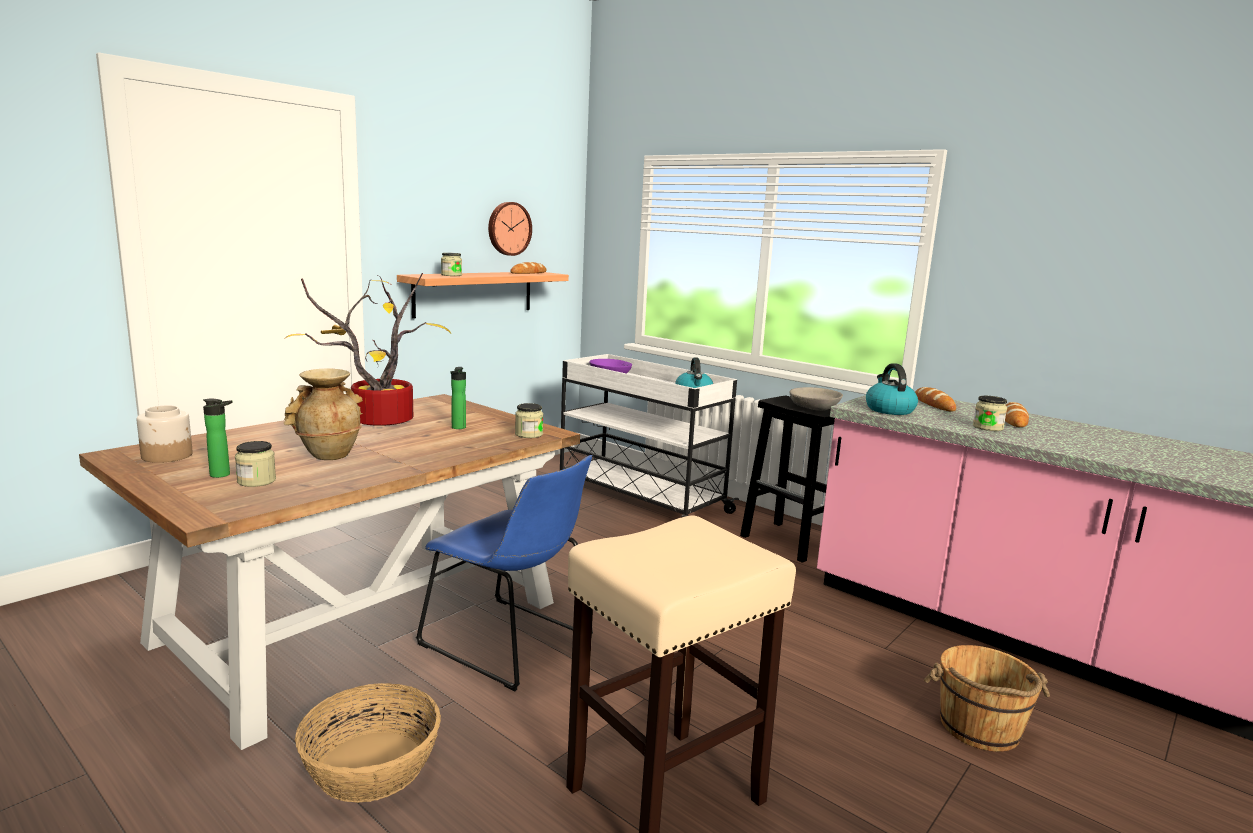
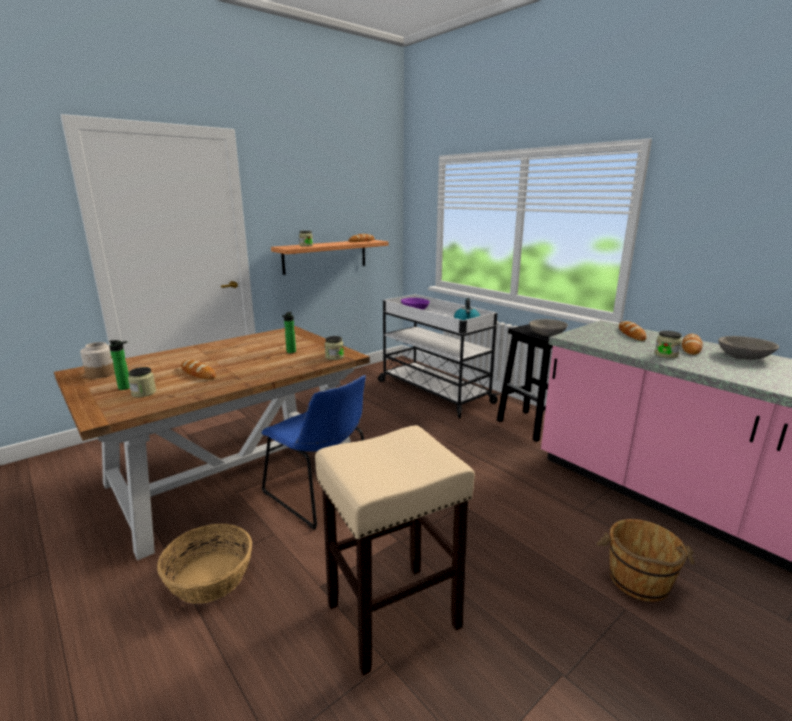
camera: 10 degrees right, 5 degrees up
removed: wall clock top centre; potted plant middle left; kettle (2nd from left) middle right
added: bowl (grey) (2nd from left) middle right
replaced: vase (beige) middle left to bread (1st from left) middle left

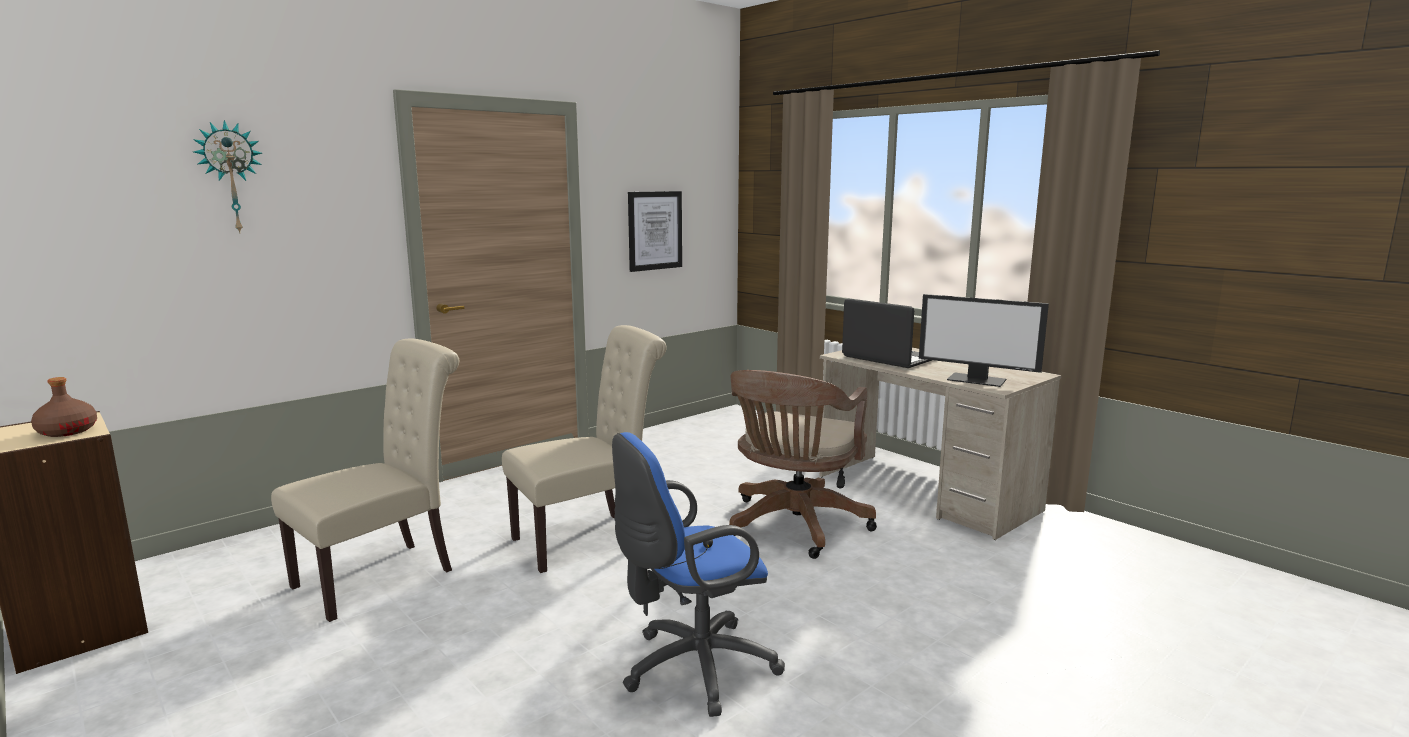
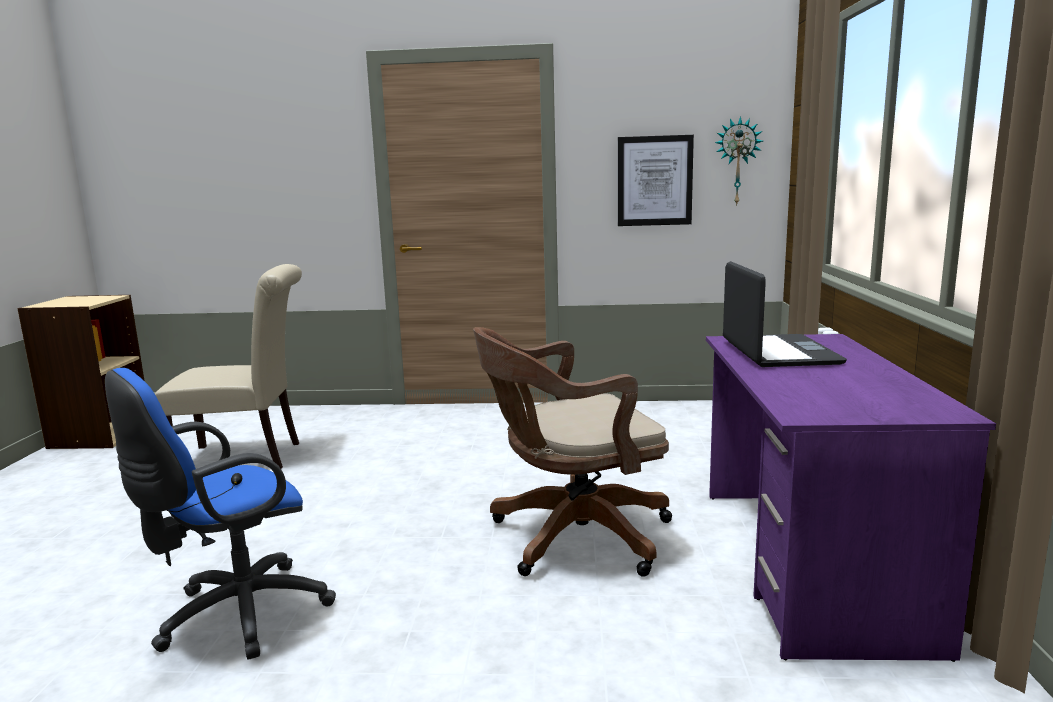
camera: 45 degrees right, 0 degrees up
removed: monitor middle right; chair (beige) (2nd from left) centre; bottle (brown) middle left
moved: wall clock top left to top right
recoloured: desk (beige) middle right to desk (purple) bottom right
turned: office chair (blue) bottom centre = bottom left 60 degrees counterclockwise

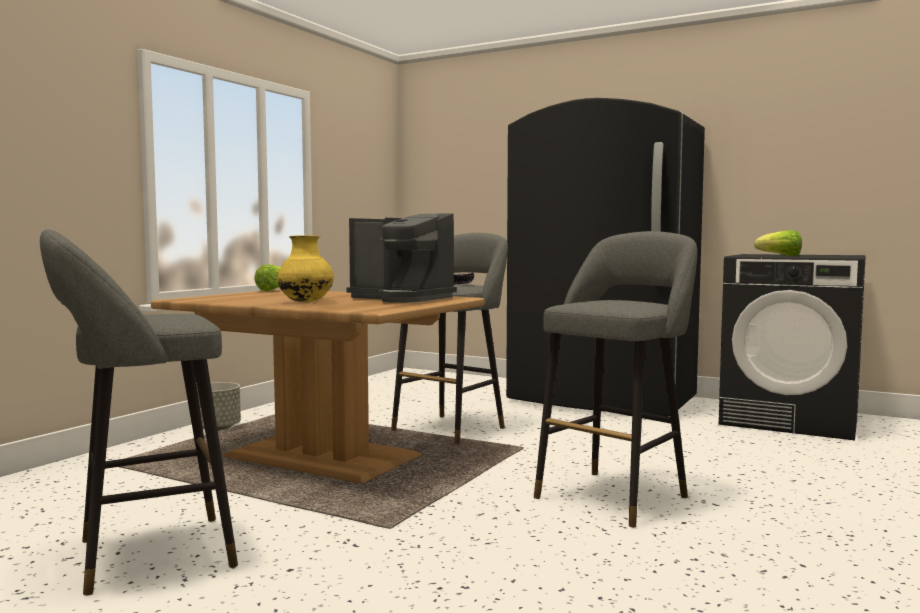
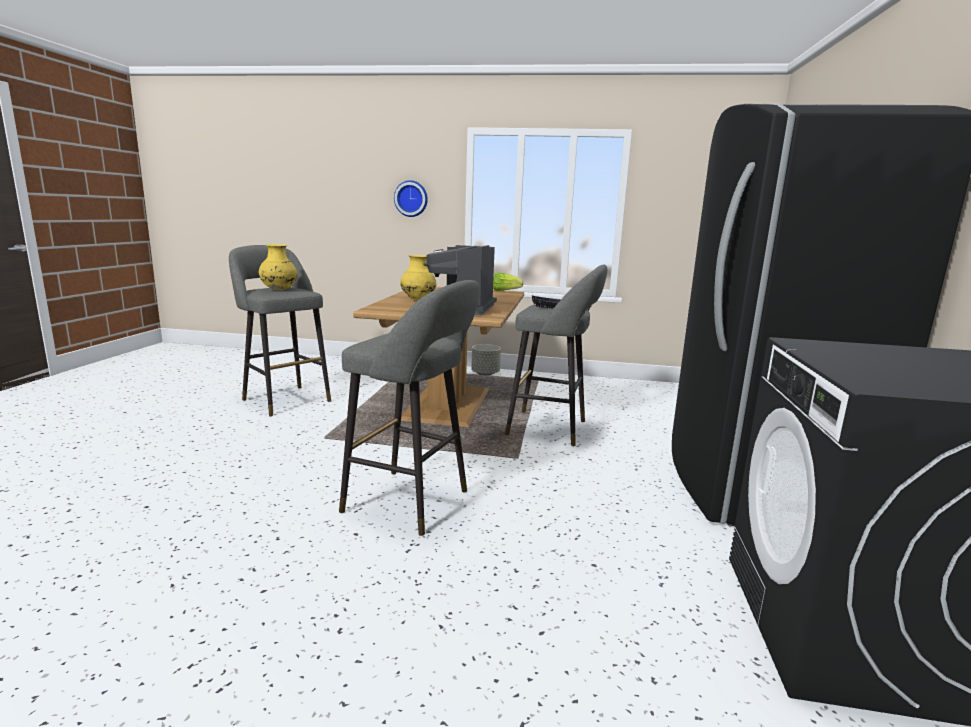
camera: 70 degrees right, 10 degrees up
removed: lettuce (2nd from left) middle right
added: wall clock top centre; vase (yellow) (1st from left) middle left

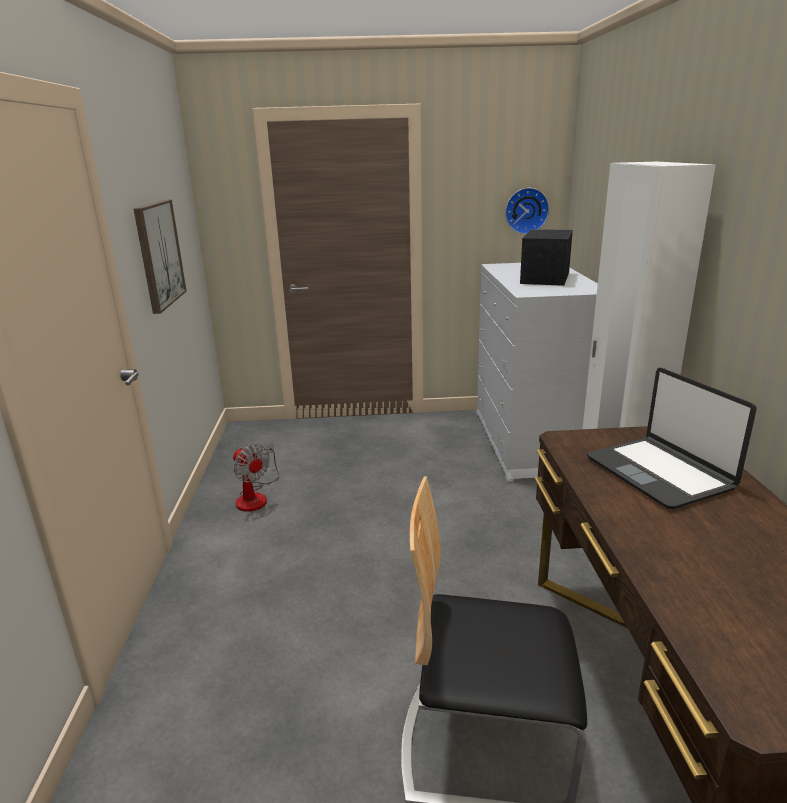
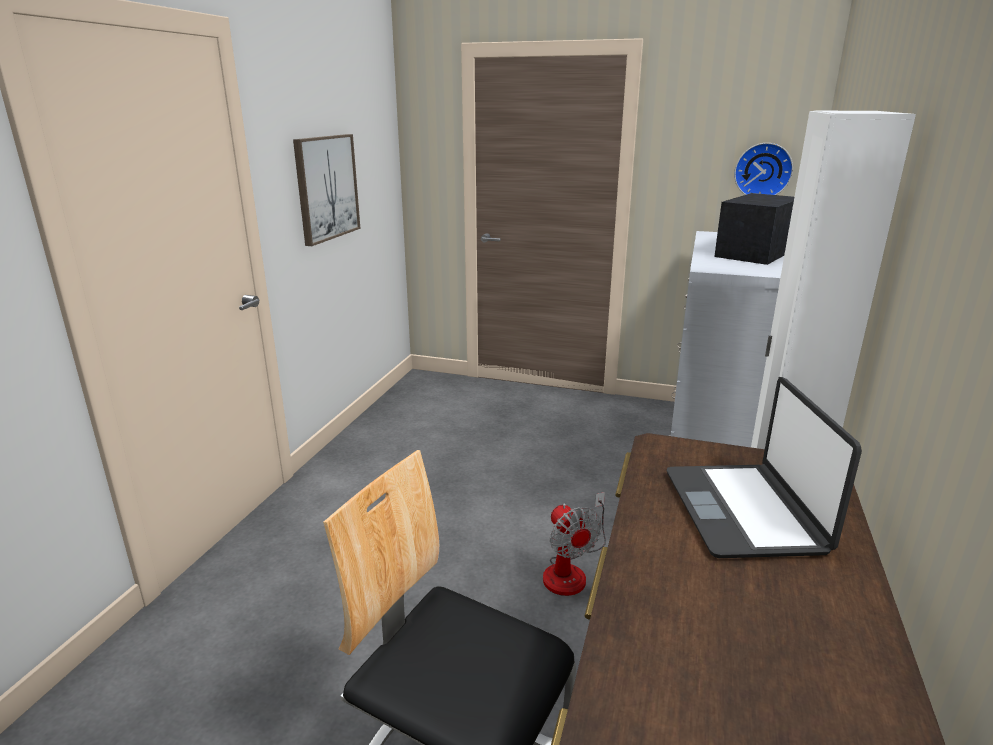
camera: 20 degrees right, 0 degrees up
moved: fan middle left to bottom centre

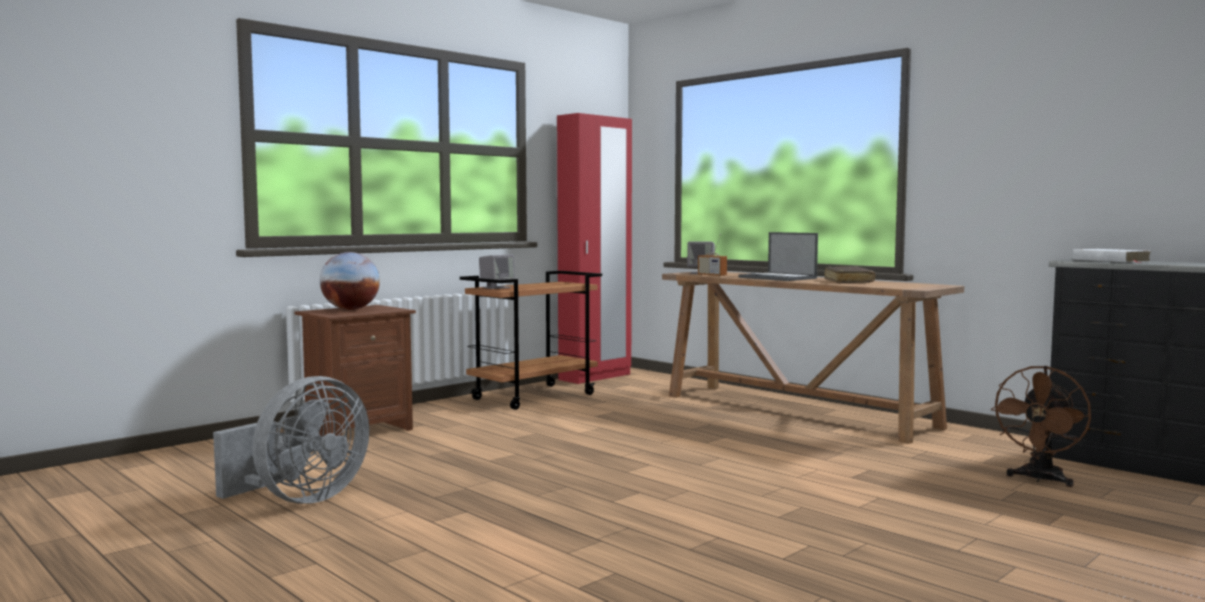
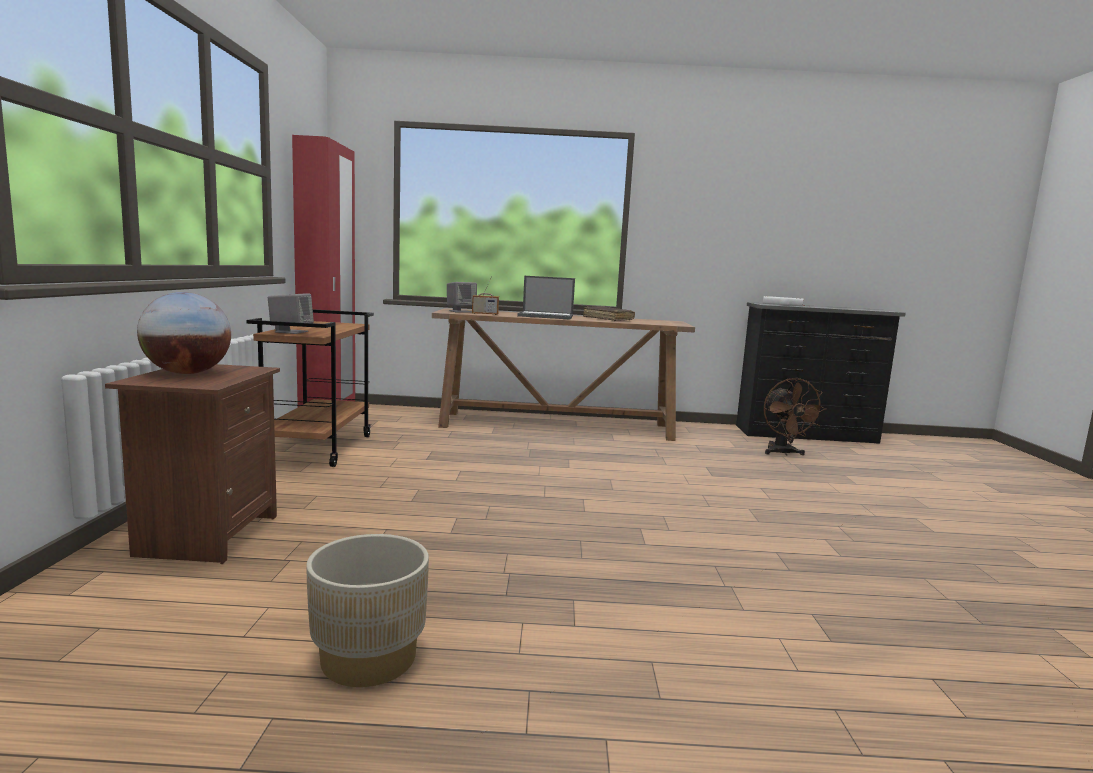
camera: 45 degrees left, 5 degrees up
replaced: fan (grey) bottom left to planter (beige) bottom centre

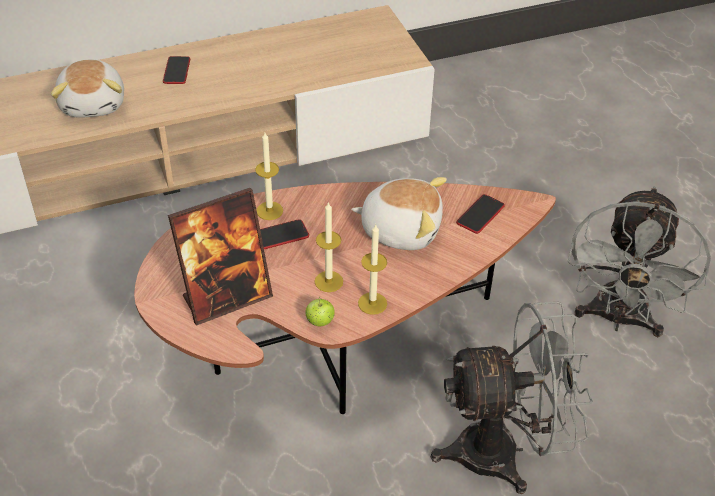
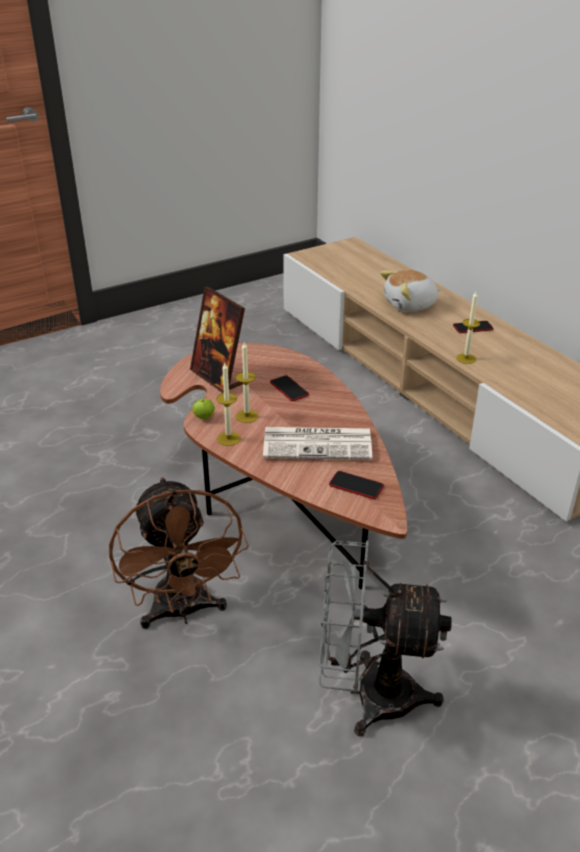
camera: 80 degrees right, 10 degrees down
moved: candle (1st from left in the first image) centre to candle (3rd from left) middle right
replaced: plush toy (2nd from left) centre to newspaper centre
recoloured: fan (grey) (1st from left) bottom right to fan (brown) middle left

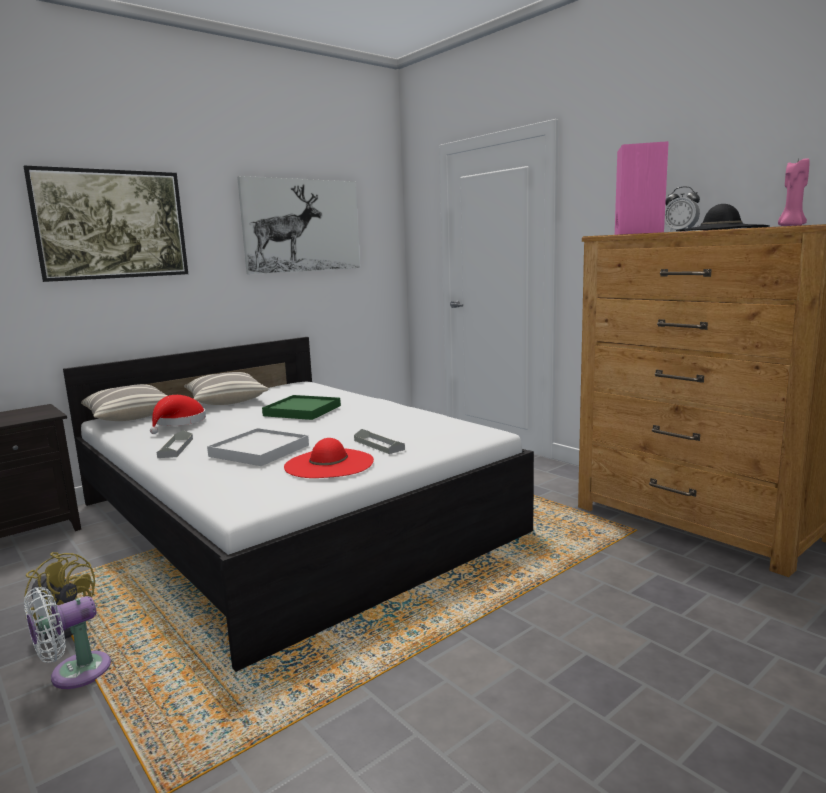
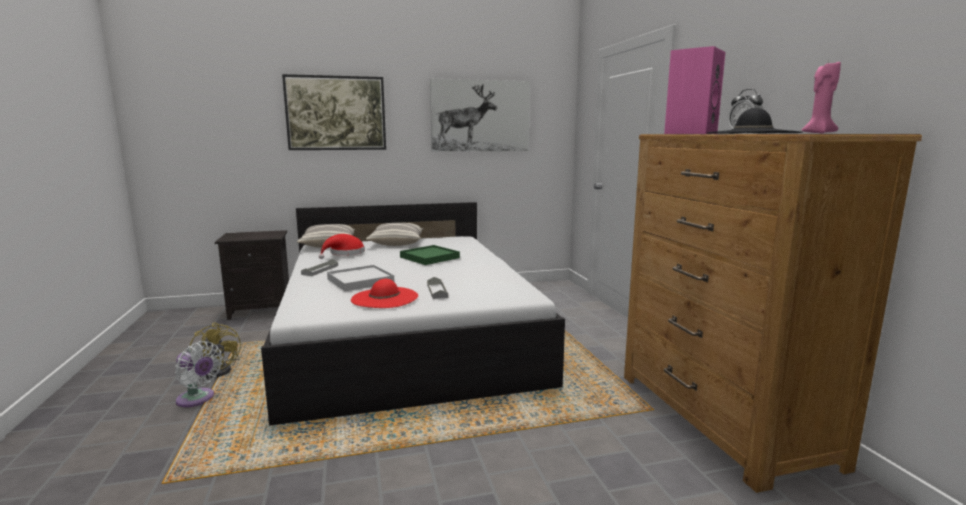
camera: 25 degrees right, 0 degrees up
turned: fan (white) bottom left = bottom left 135 degrees counterclockwise

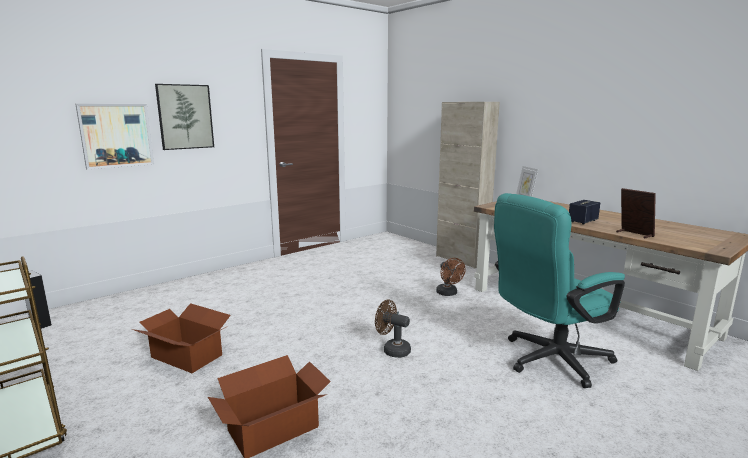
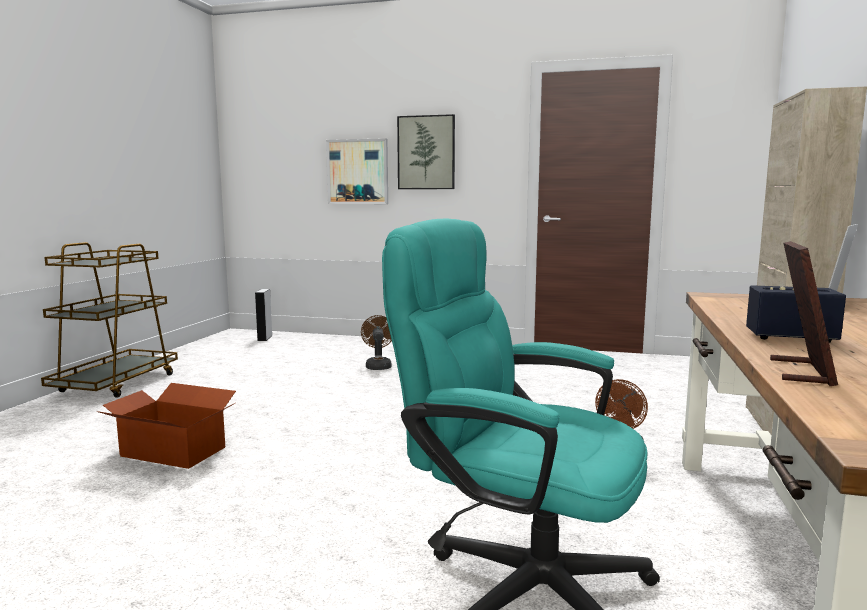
camera: 55 degrees right, 5 degrees down
removed: cardboard box (1st from left) bottom left
moved: fan (brown) (1st from left) bottom centre to centre

